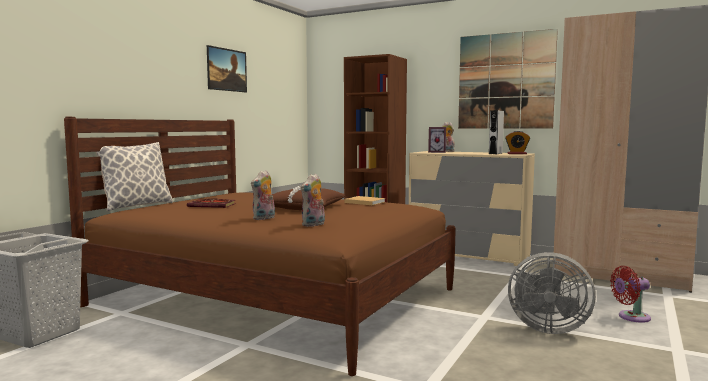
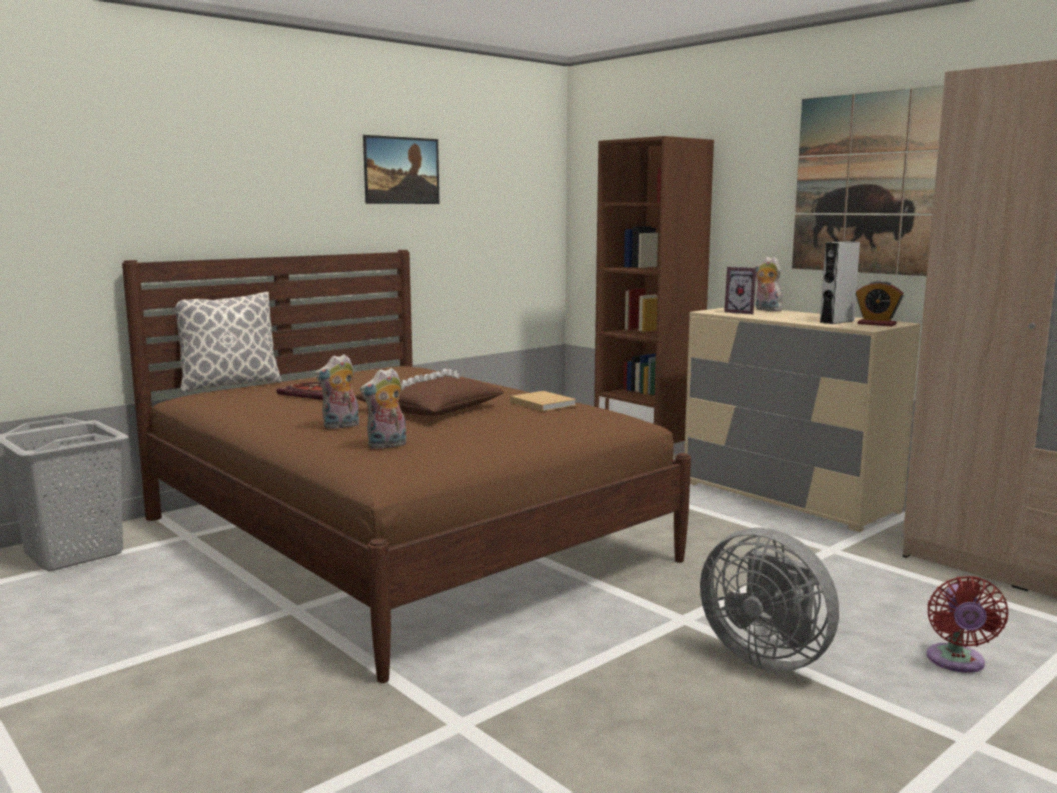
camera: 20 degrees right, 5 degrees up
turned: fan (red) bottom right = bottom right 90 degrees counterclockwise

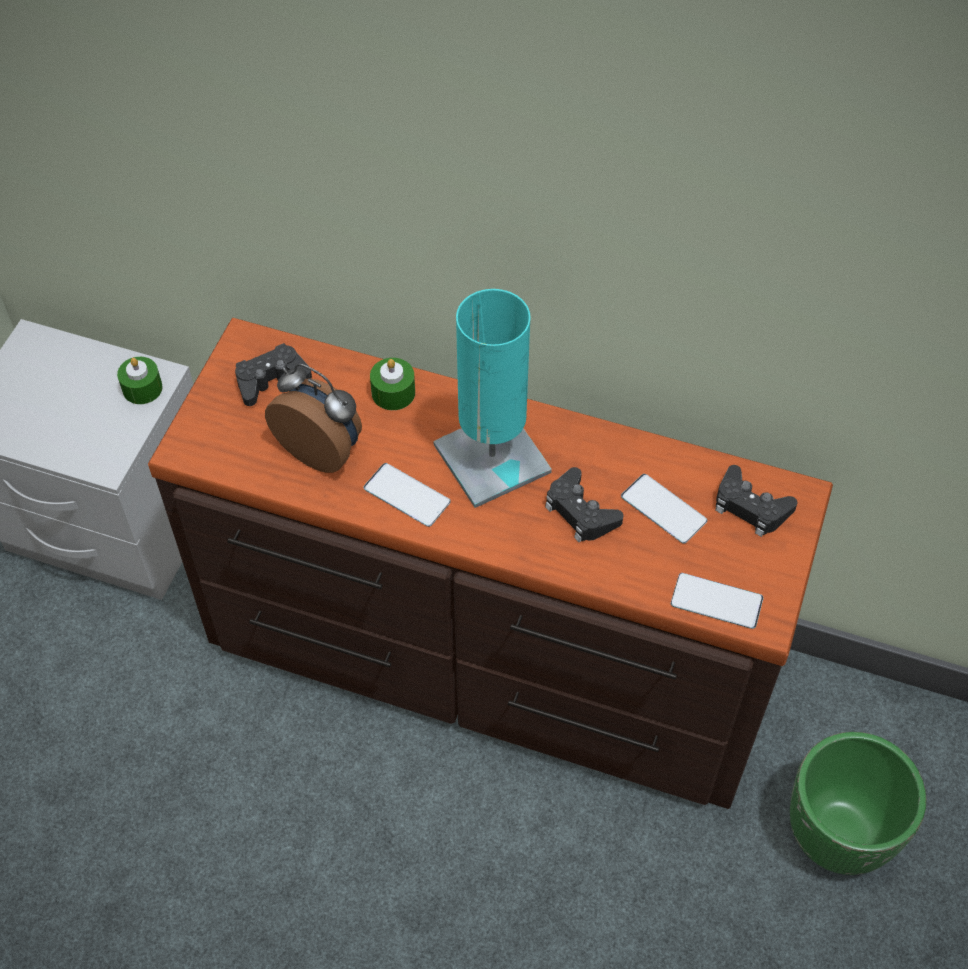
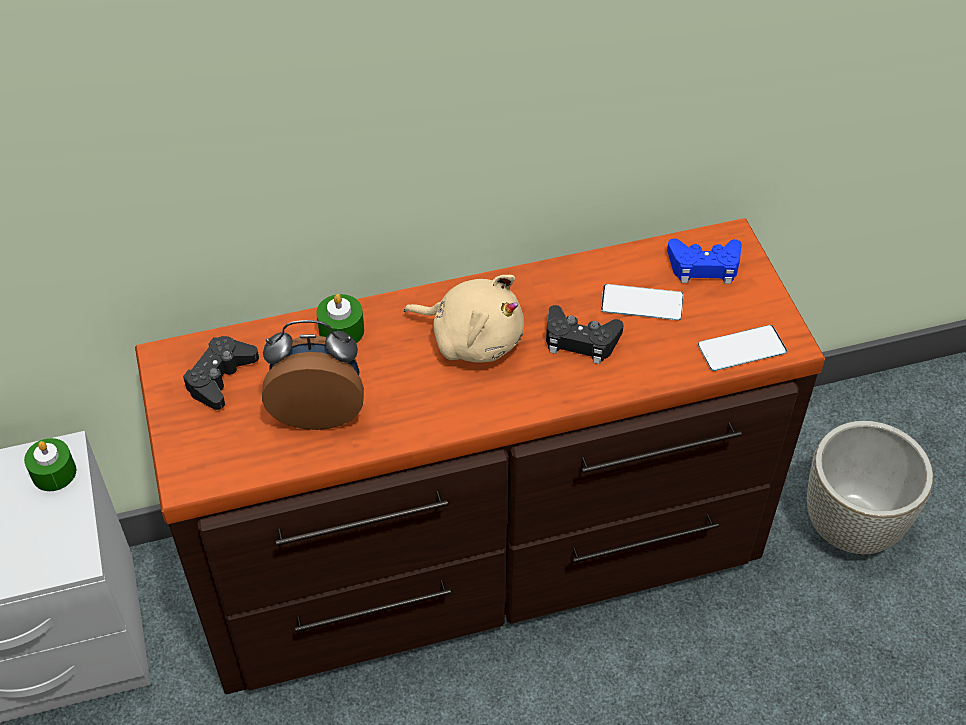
camera: 35 degrees left, 5 degrees down
removed: phone (1st from left) centre
replaced: table lamp (turquoise) centre to plush toy (beige) centre
recoloured: game controller (black) (3rd from left) middle right to game controller (blue) middle right; planter (green) bottom right to planter (grey) bottom right

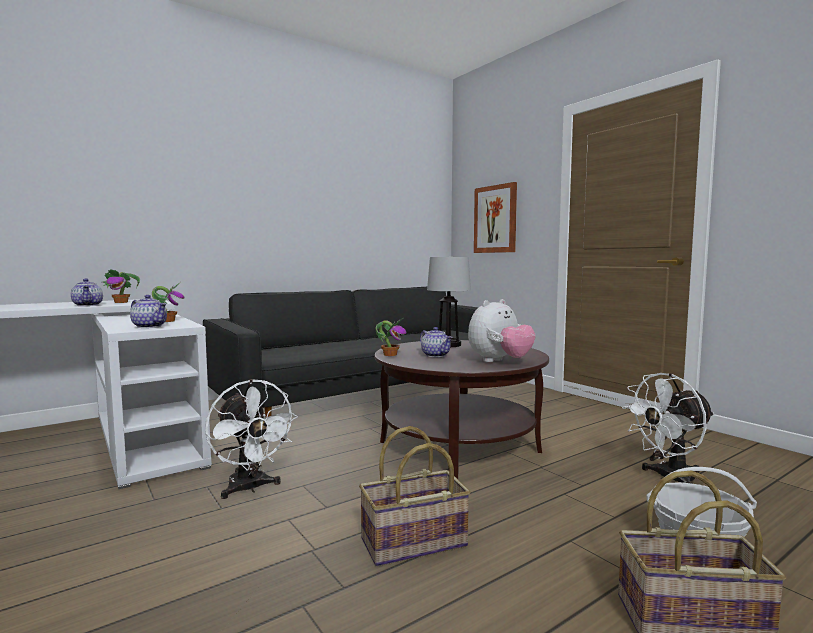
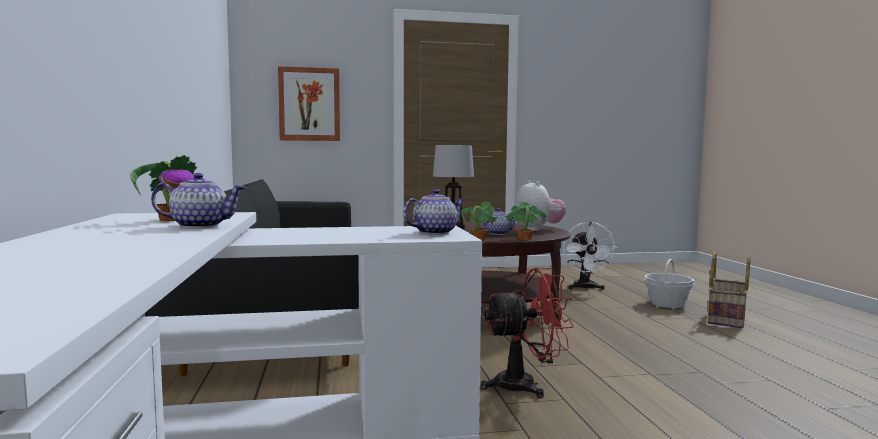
camera: 65 degrees left, 0 degrees up
removed: basket (1st from left) bottom centre
moved: potted plant (2nd from left in the first image) middle left to potted plant (3rd from left) centre
recoloured: fan (white) (1st from left) bottom left to fan (red) bottom centre

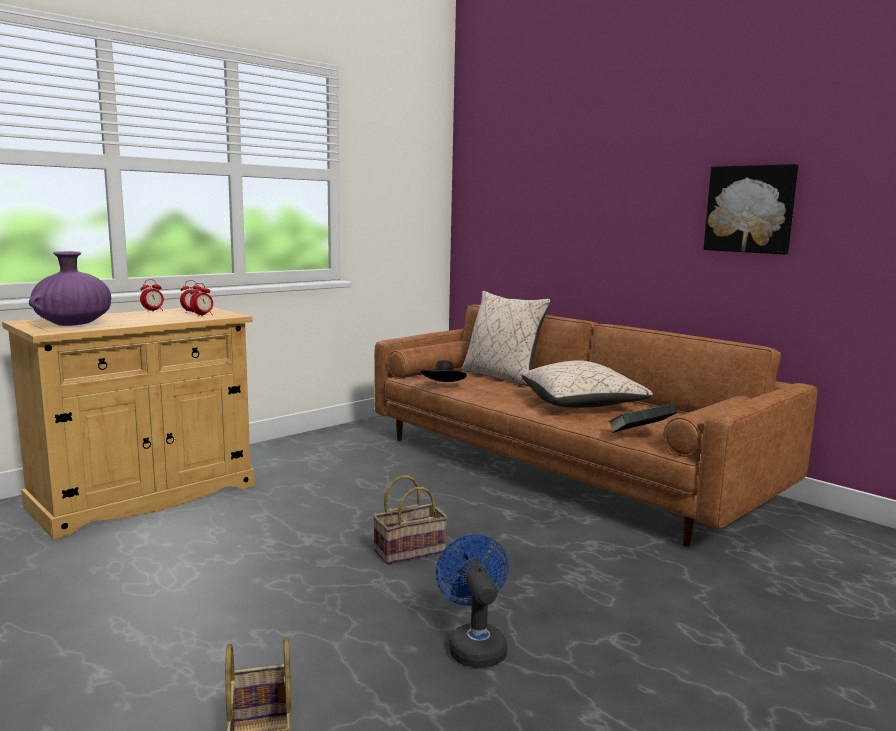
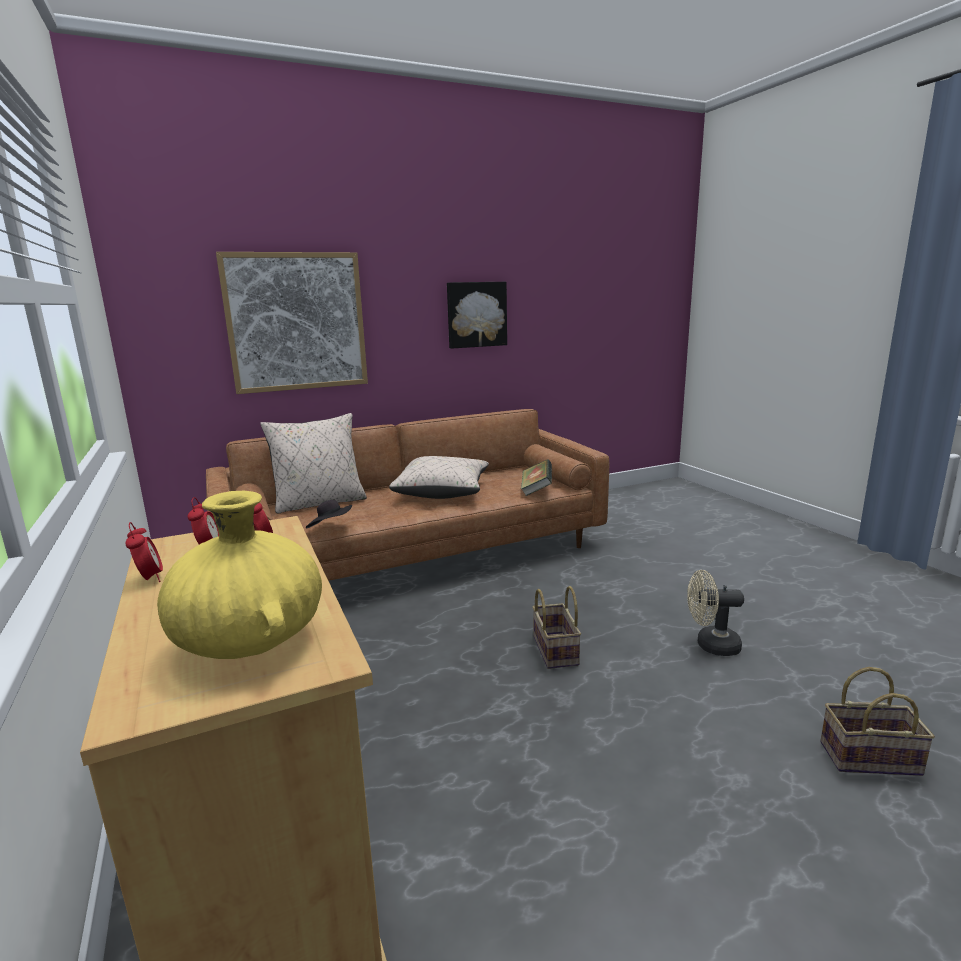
camera: 70 degrees left, 5 degrees up
added: picture (1st from left) middle left
recoloured: vase (purple) middle left to vase (yellow) middle left; fan (blue) bottom centre to fan (beige) middle right

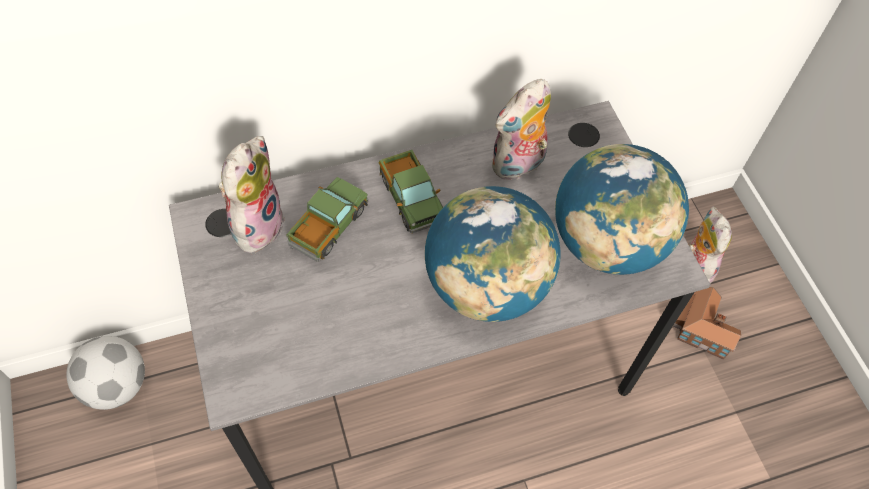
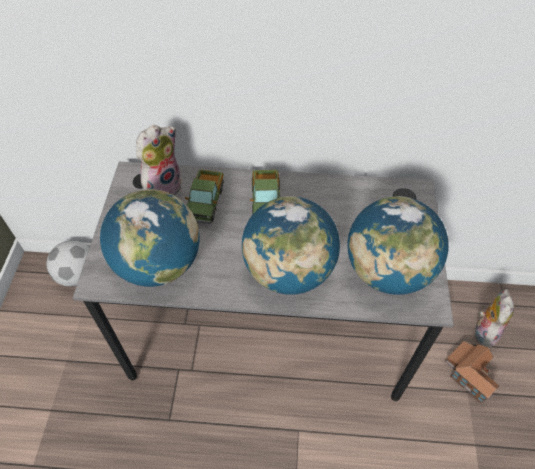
camera: 25 degrees right, 5 degrees down
removed: plush toy (2nd from left) top centre
added: globe (1st from left) middle left
turned: toy truck (1st from left) centre = centre 135 degrees clockwise

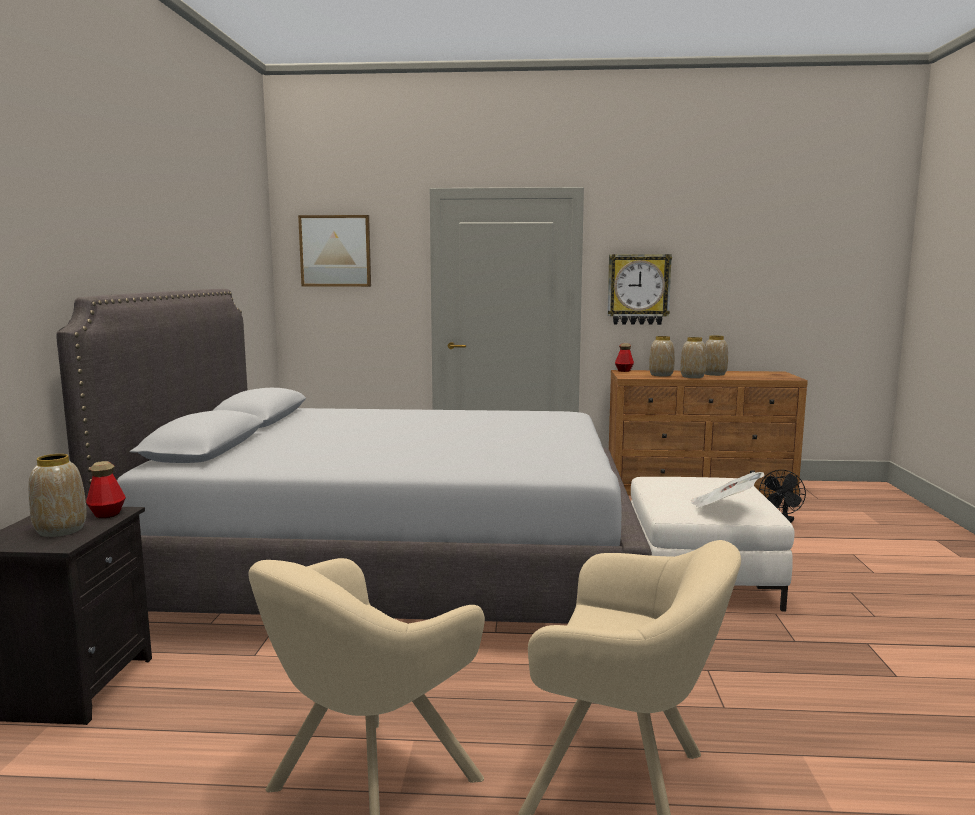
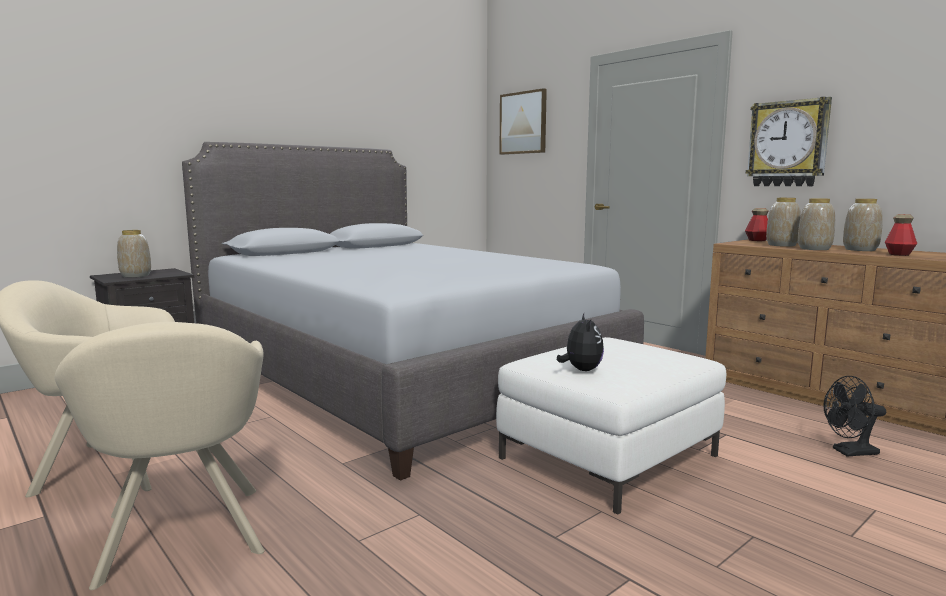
camera: 45 degrees right, 0 degrees up
moved: bottle (1st from left in the first image) middle left to bottle (2nd from left) middle right
replaced: newspaper middle right to plush toy centre

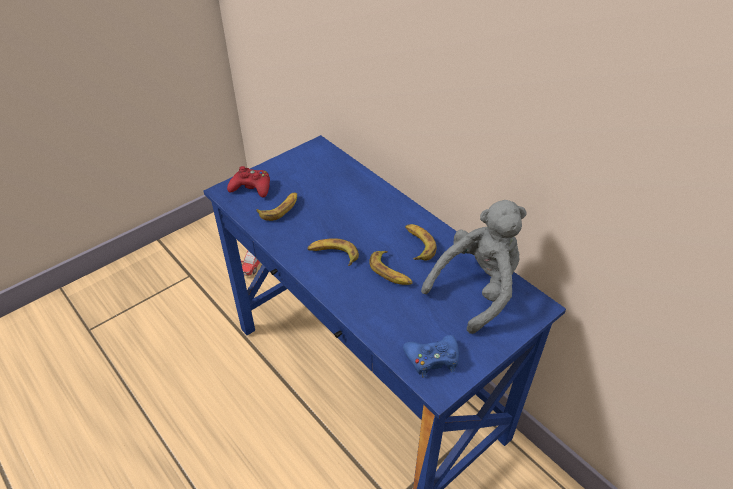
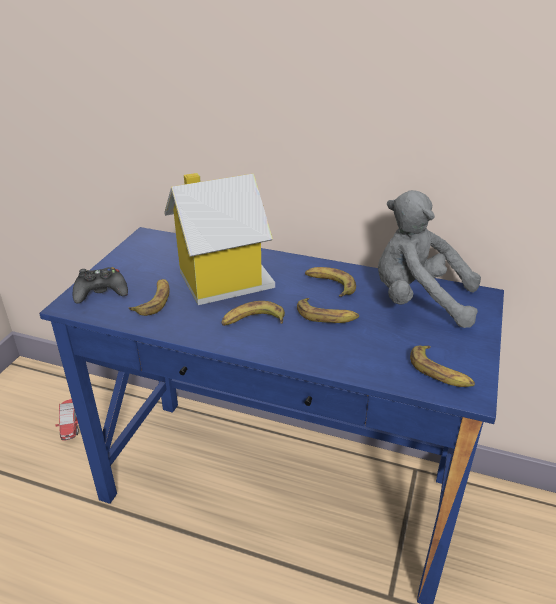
camera: 30 degrees left, 10 degrees down
added: toy house centre
replaced: game controller (blue) bottom centre to banana (5th from left) middle right
recoloured: game controller (red) centre to game controller (black) middle left
turned: plush toy (grey) centre = middle right 90 degrees counterclockwise

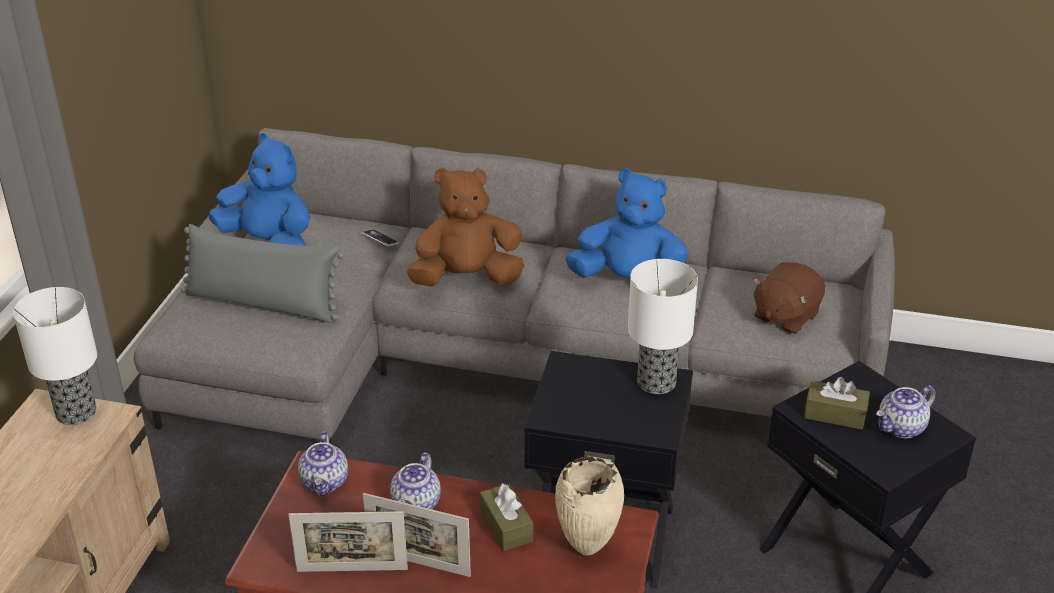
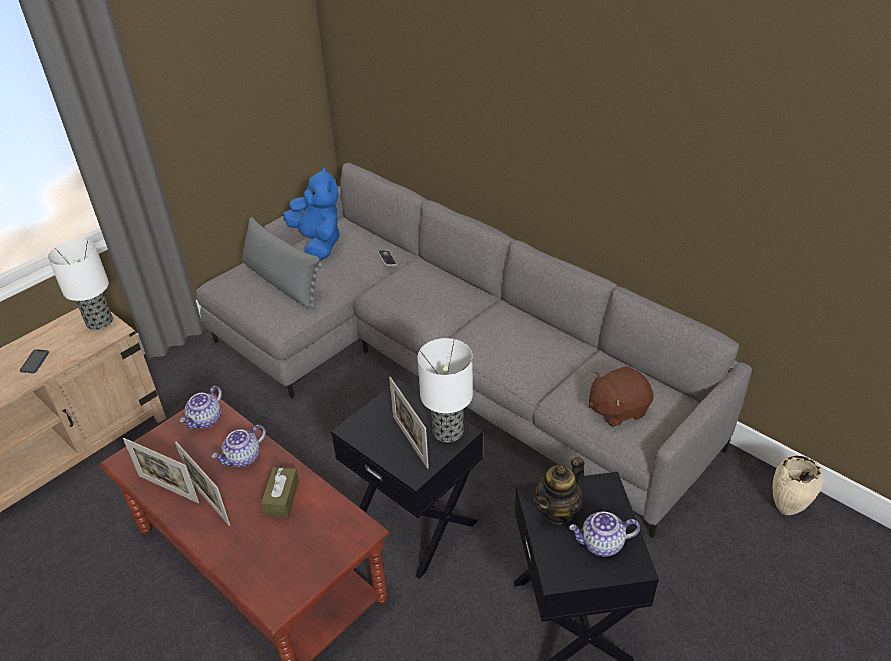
camera: 30 degrees right, 5 degrees up
removed: plush toy (brown) (1st from left) centre; plush toy (blue) (2nd from left) centre
added: phone (1st from left) middle left; picture frame (3rd from left) centre
moved: vase (beige) bottom centre to bottom right
replaced: tissue box (brown) (2nd from left) bottom right to teapot (3rd from left) bottom centre

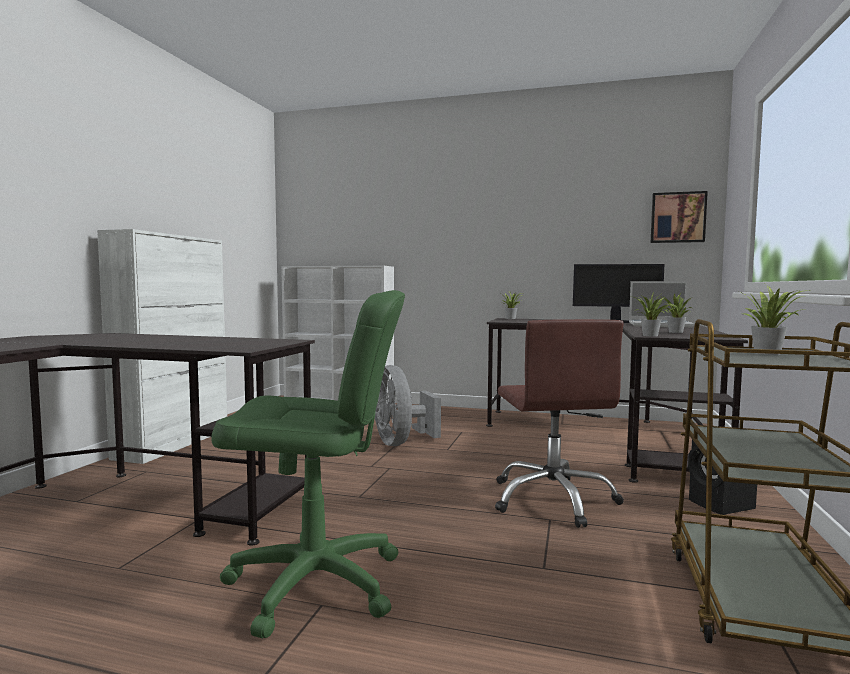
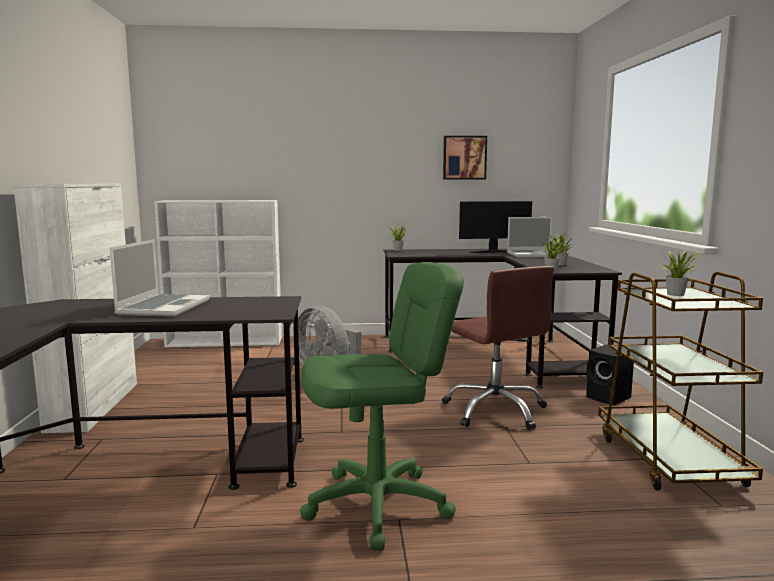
camera: 20 degrees left, 5 degrees up
added: laptop (1st from left) middle left
moved: picture top right to top centre

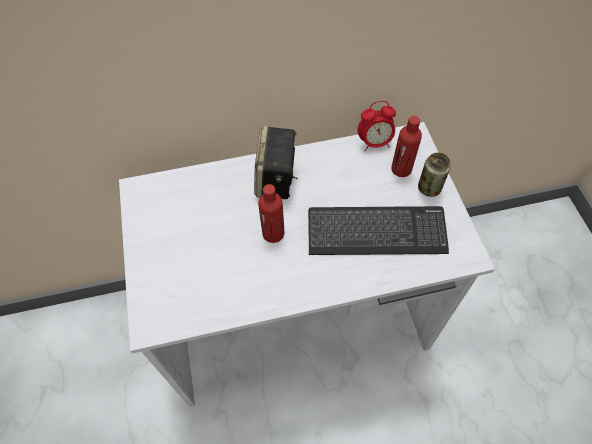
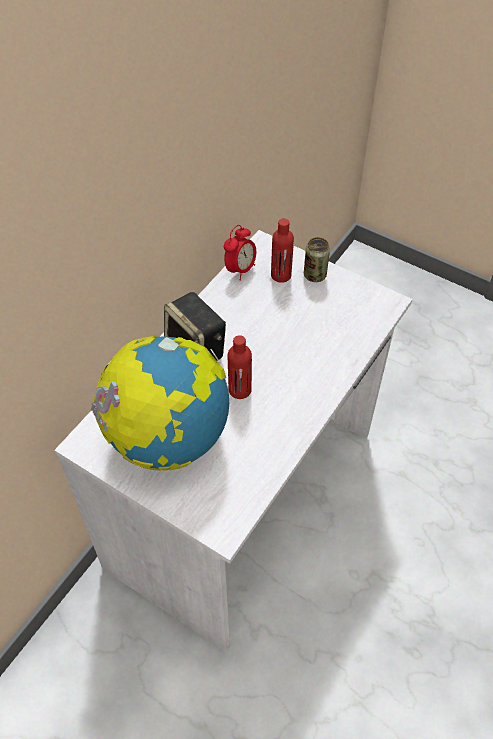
camera: 45 degrees left, 5 degrees down
removed: keyboard centre
added: globe middle left

